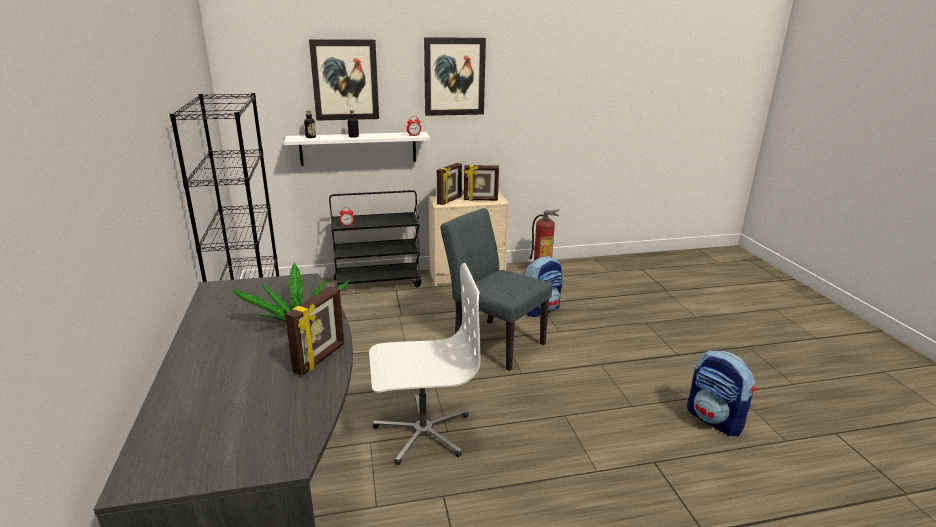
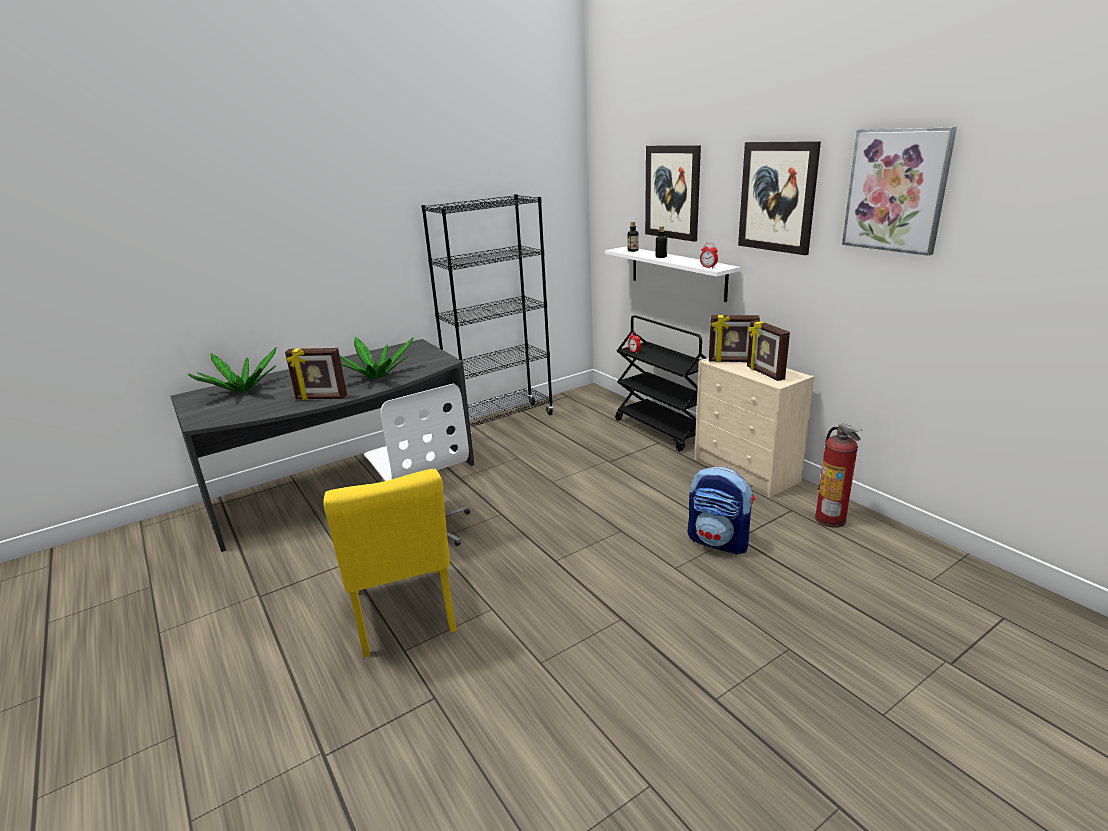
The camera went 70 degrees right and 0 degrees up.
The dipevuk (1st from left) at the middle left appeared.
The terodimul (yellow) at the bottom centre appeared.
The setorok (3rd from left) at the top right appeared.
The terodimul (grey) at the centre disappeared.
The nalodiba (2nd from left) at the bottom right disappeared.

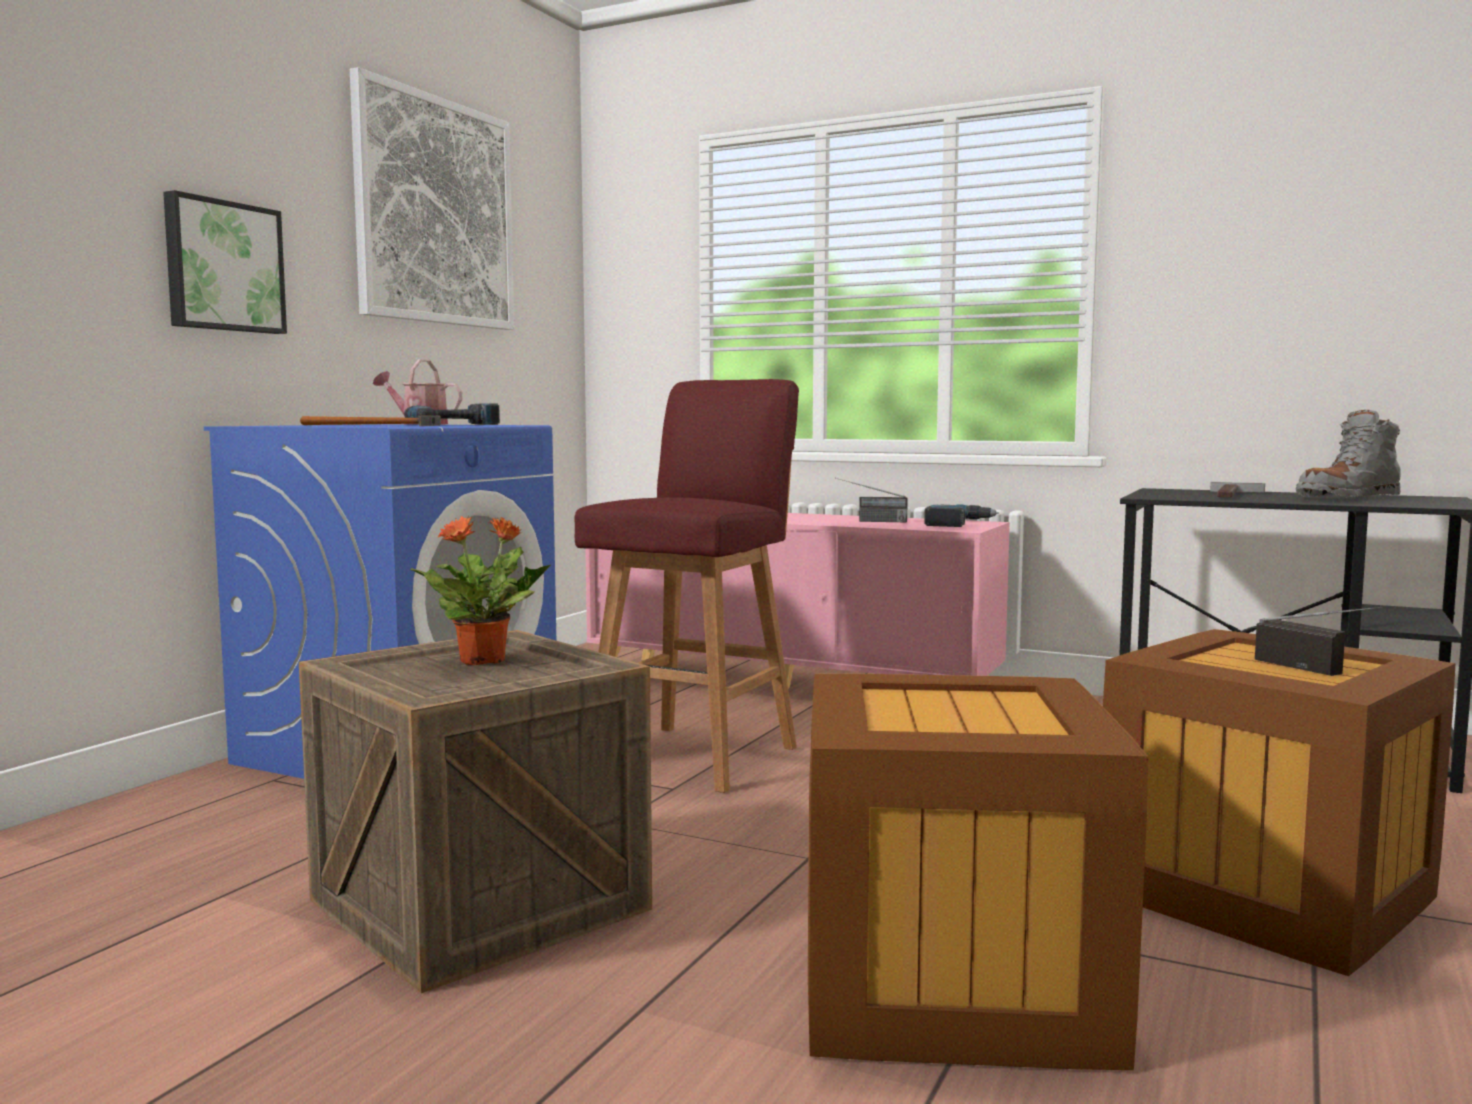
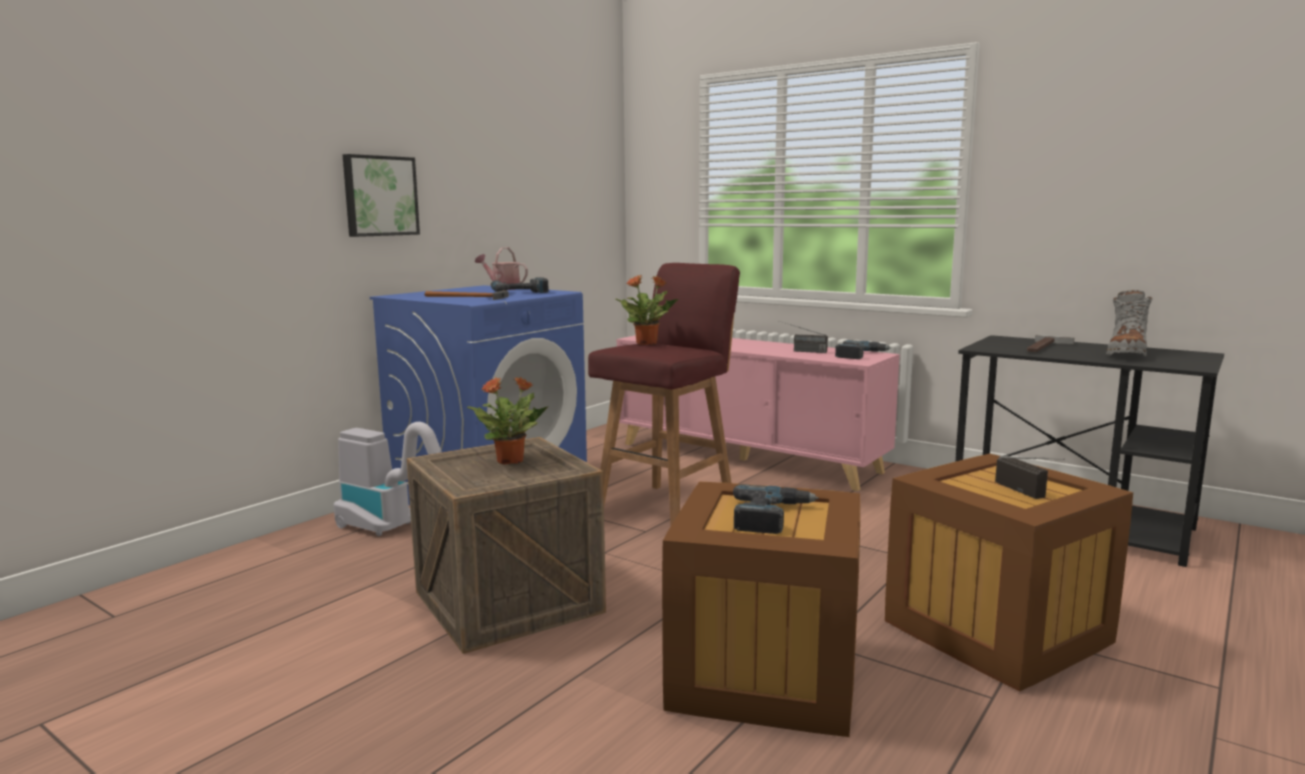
The camera went 10 degrees right and 5 degrees up.
The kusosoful at the middle left appeared.
The dipevuk (2nd from left) at the centre appeared.
The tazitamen (2nd from left) at the centre appeared.
The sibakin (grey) at the middle right turned 45 degrees counterclockwise.
The setorok (2nd from left) at the top left disappeared.

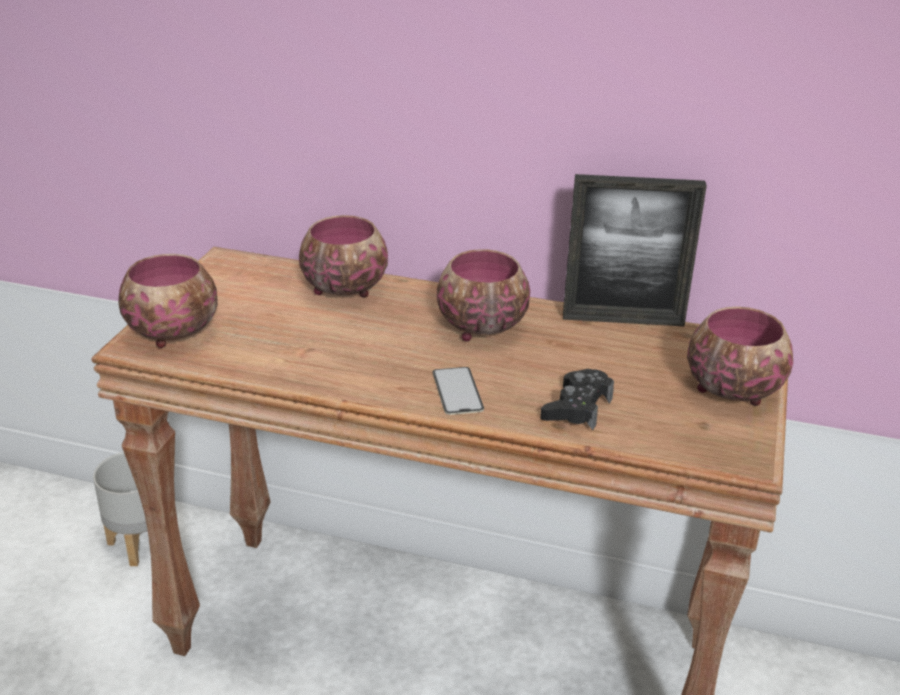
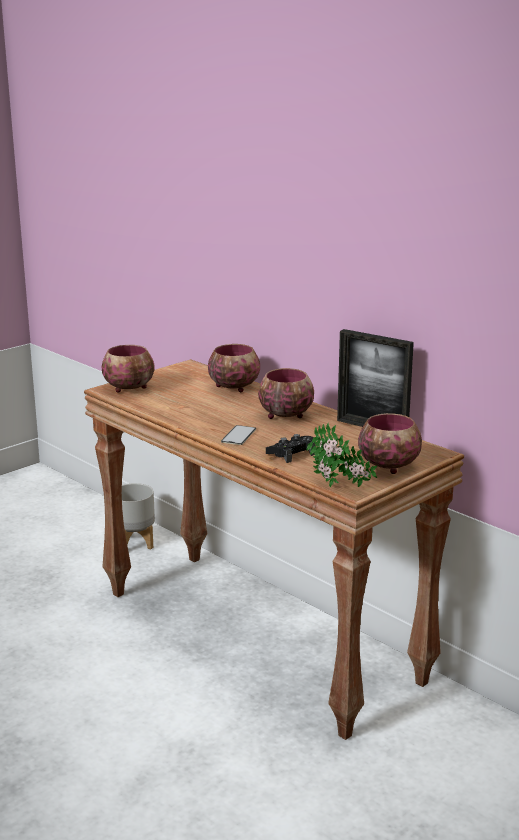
The camera went 30 degrees right and 10 degrees down.
The dipevuk at the centre appeared.

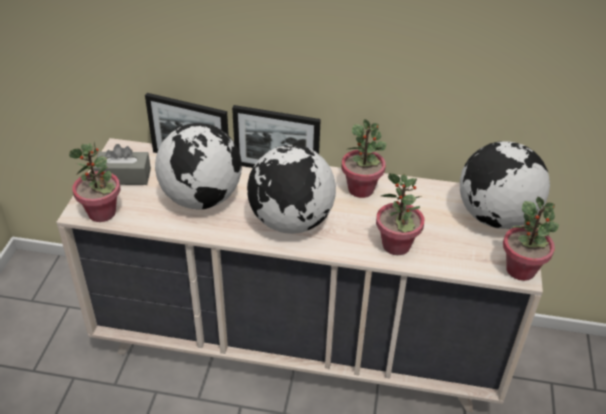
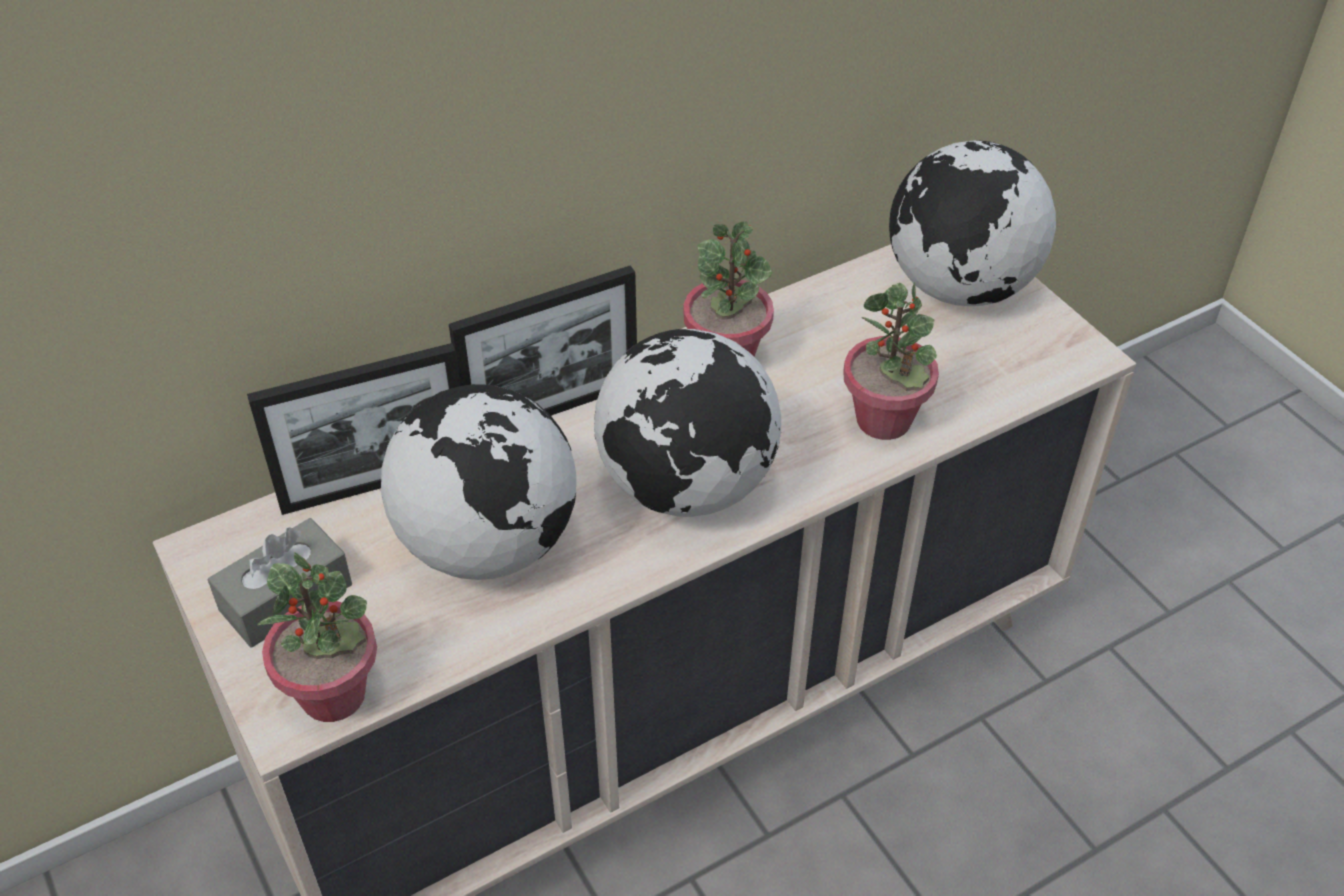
The camera went 40 degrees left and 5 degrees up.
The dipevuk (4th from left) at the middle right disappeared.

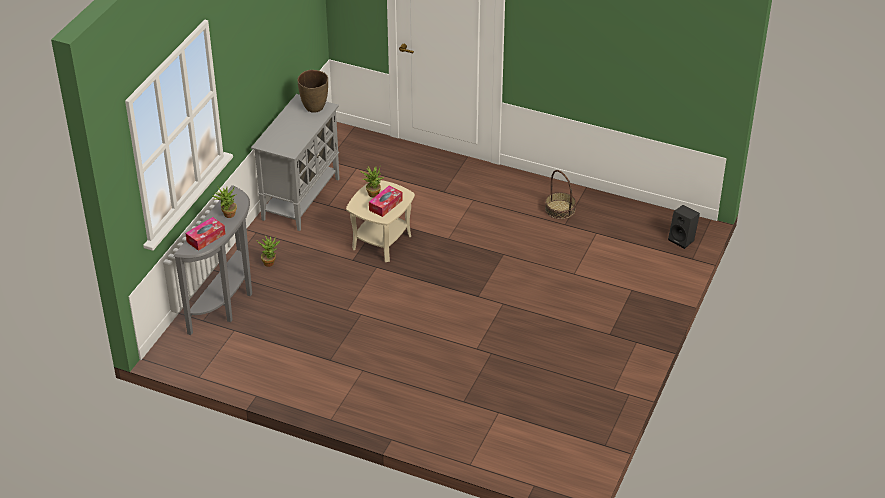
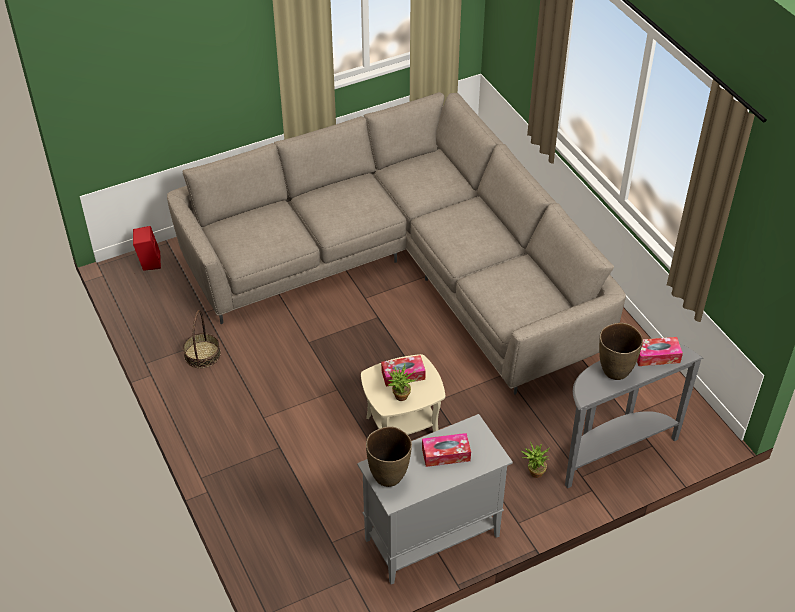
The camera went 140 degrees left and 5 degrees up.
The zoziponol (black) at the middle right became the zoziponol (red) at the middle left.
The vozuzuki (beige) at the centre appeared.
The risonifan (2nd from left) at the bottom centre appeared.
The dipevuk (1st from left) at the middle left was replaced by the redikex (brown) (2nd from left) at the middle right.

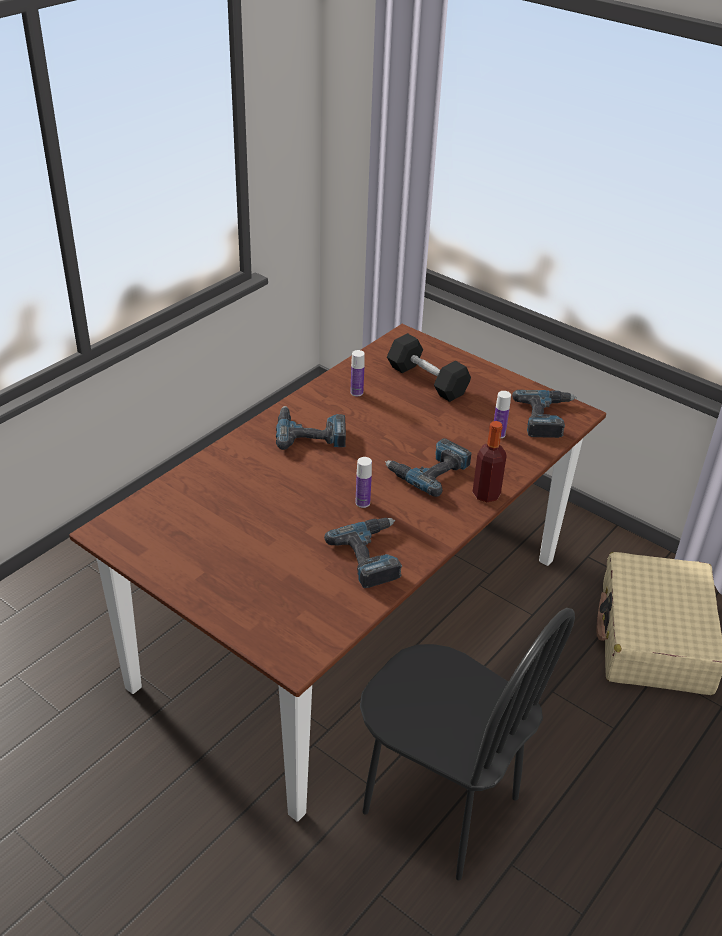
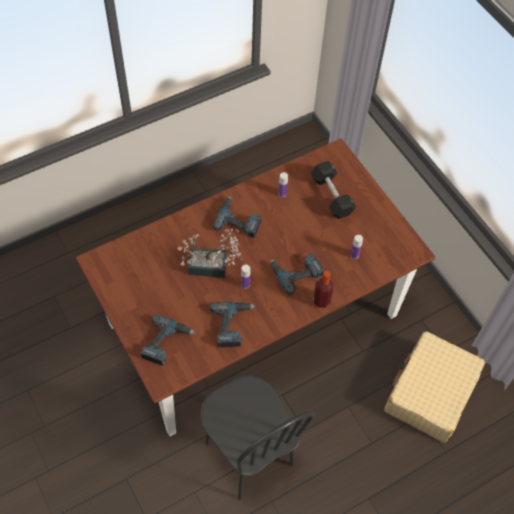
The camera went 20 degrees right and 20 degrees up.
The tazitamen (4th from left in the first image) moved from the middle right to the middle left.
The dipevuk at the centre appeared.

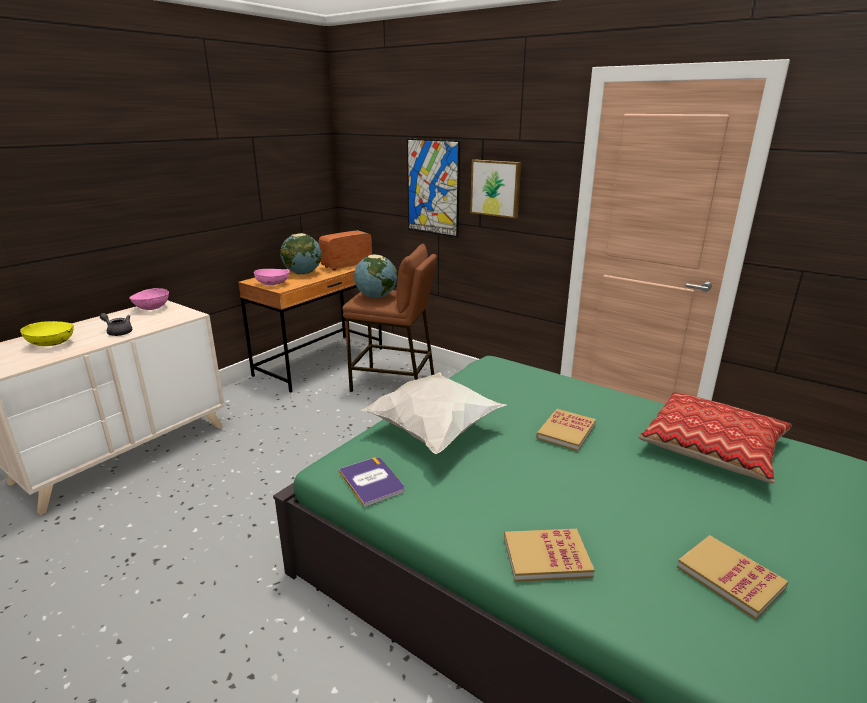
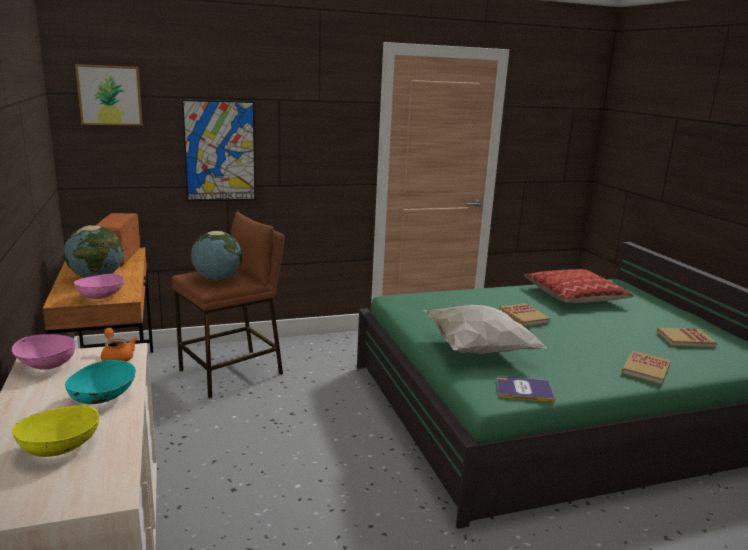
The camera went 55 degrees left and 5 degrees down.
The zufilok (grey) at the middle left was replaced by the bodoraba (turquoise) at the bottom left.
The setorok (2nd from left in the first image) moved from the top centre to the top left.
The zufilok (orange) at the middle left appeared.

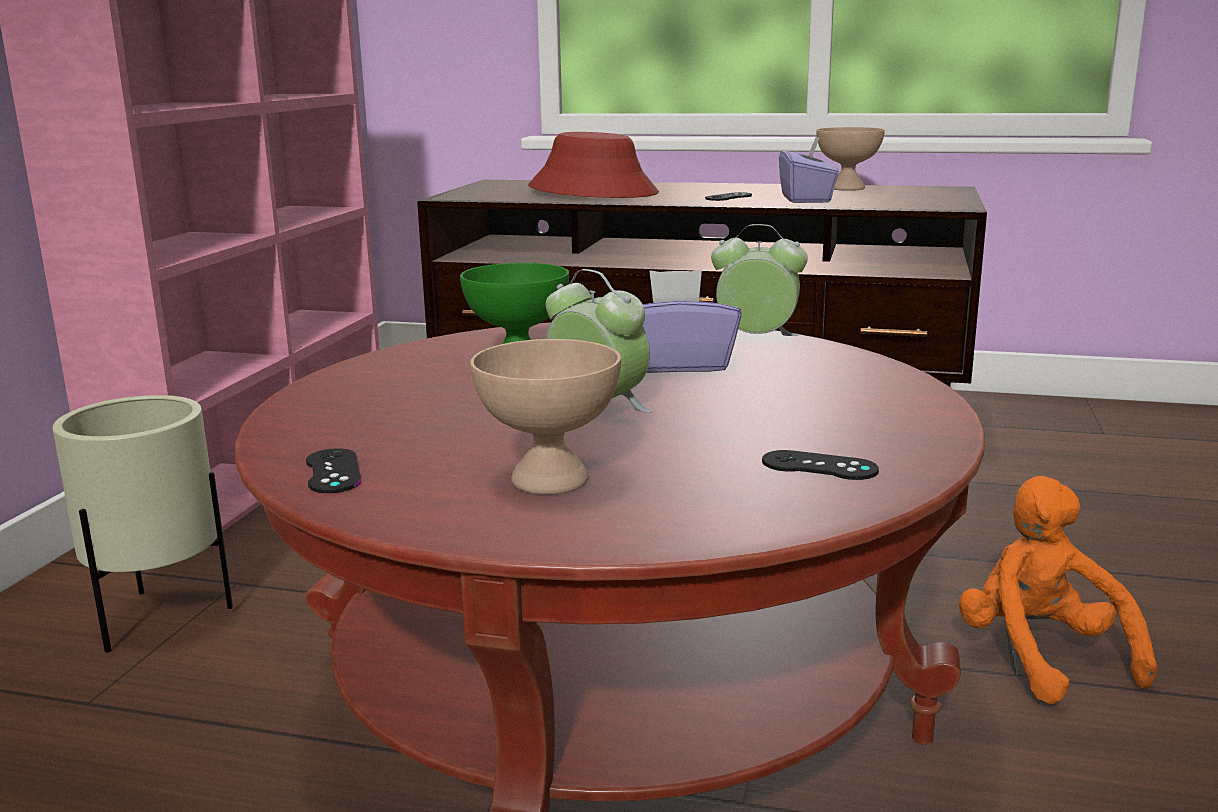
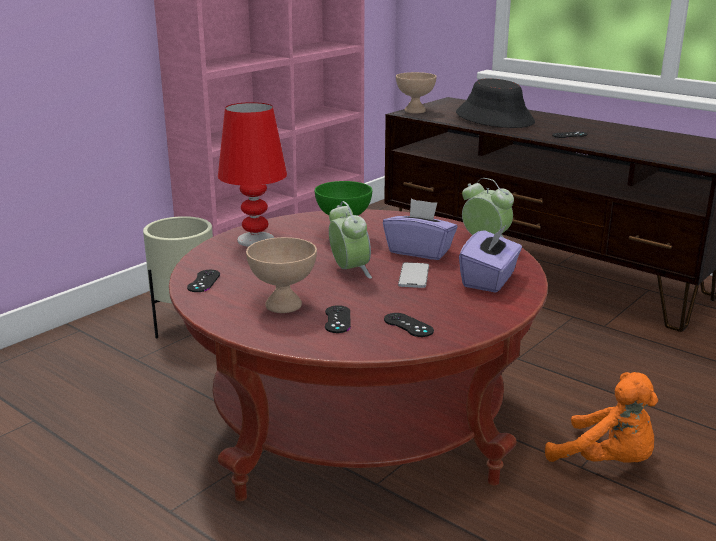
The camera went 25 degrees right and 5 degrees up.
The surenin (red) at the top centre appeared.
The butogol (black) (2nd from left) at the centre appeared.
The bodoraba (beige) (2nd from left) moved from the top right to the top centre.
The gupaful at the centre appeared.
The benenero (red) at the top centre became the benenero (black) at the top right.
The risonifan (purple) (2nd from left) moved from the top centre to the middle right.
The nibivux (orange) at the bottom right turned 120 degrees clockwise.

